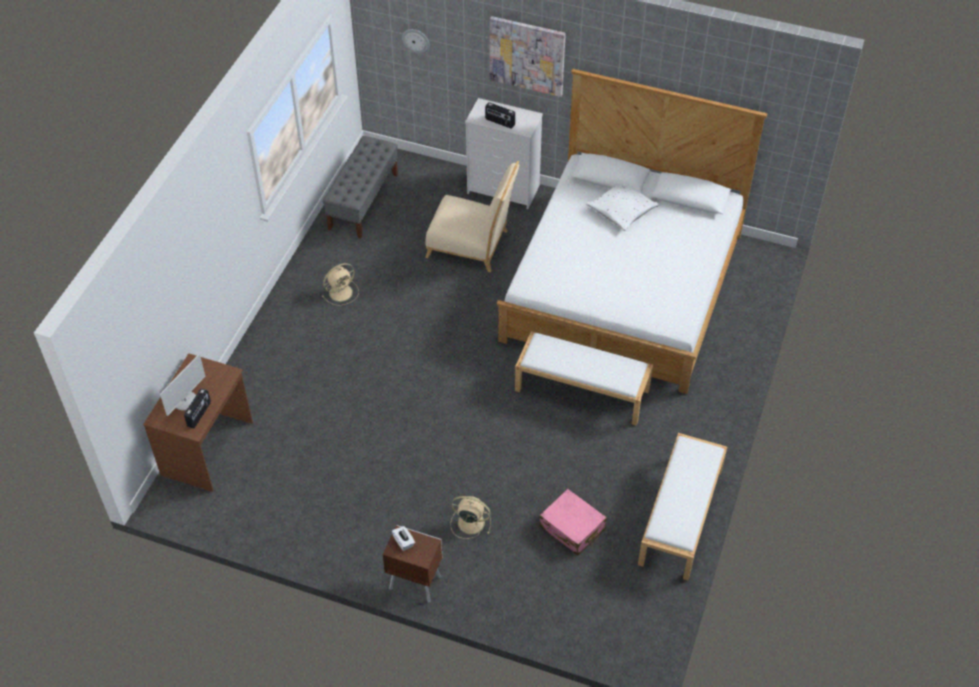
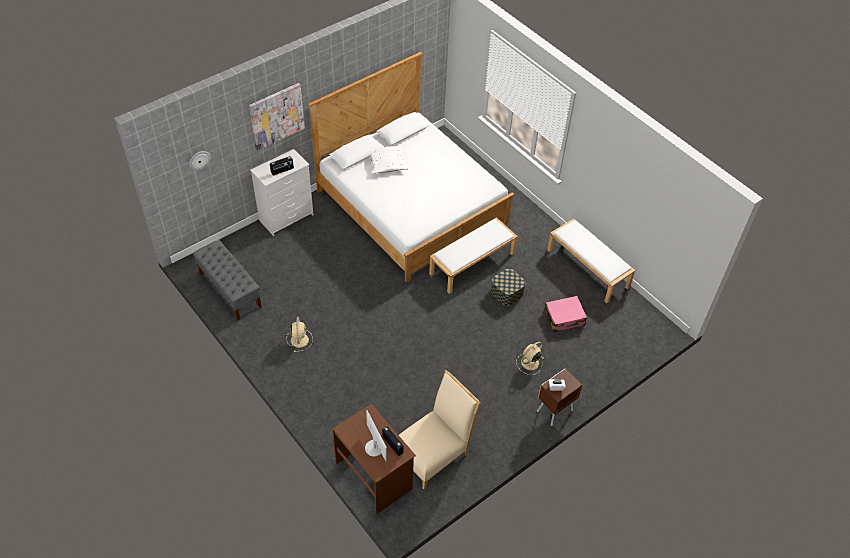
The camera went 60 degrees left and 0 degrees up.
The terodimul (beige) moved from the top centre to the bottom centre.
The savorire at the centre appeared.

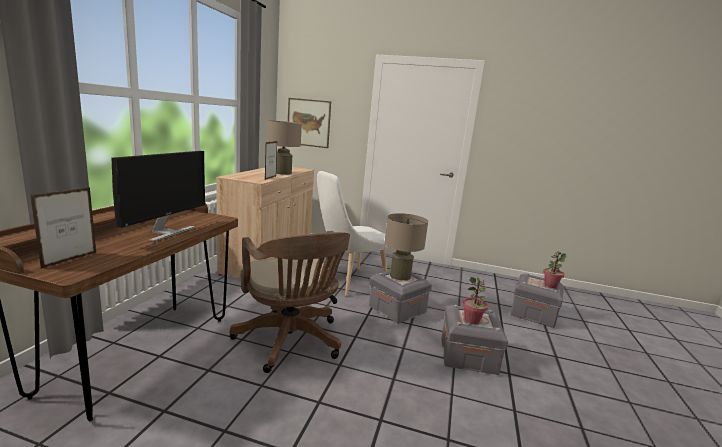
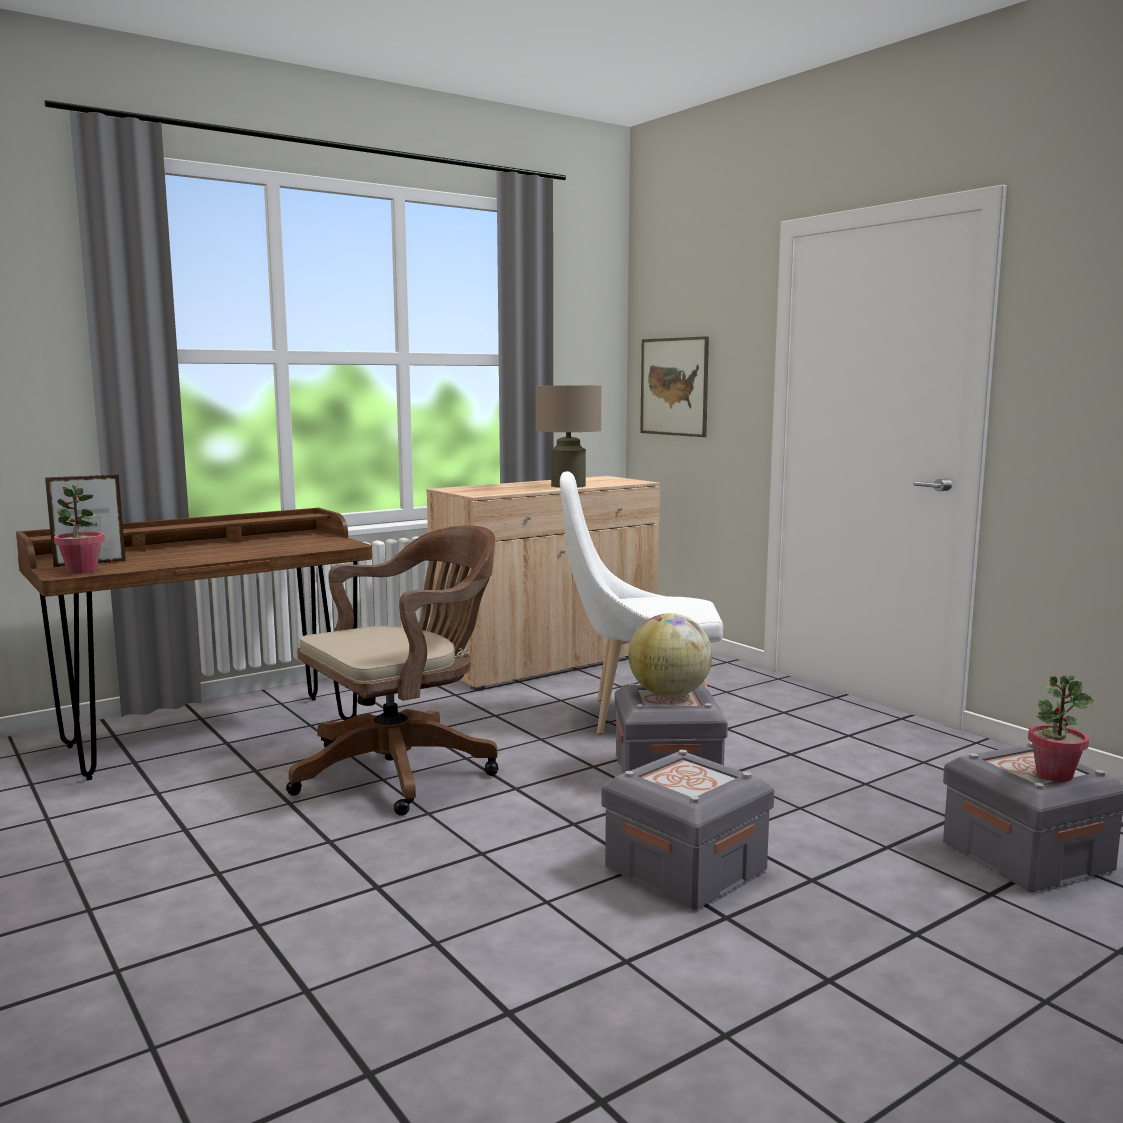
The camera went 40 degrees right and 5 degrees down.
The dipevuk (1st from left) moved from the bottom centre to the middle left.
The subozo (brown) at the bottom centre turned 135 degrees counterclockwise.
The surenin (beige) (2nd from left) at the centre was replaced by the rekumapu at the centre.
The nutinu at the middle left disappeared.
The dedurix (2nd from left) at the centre disappeared.

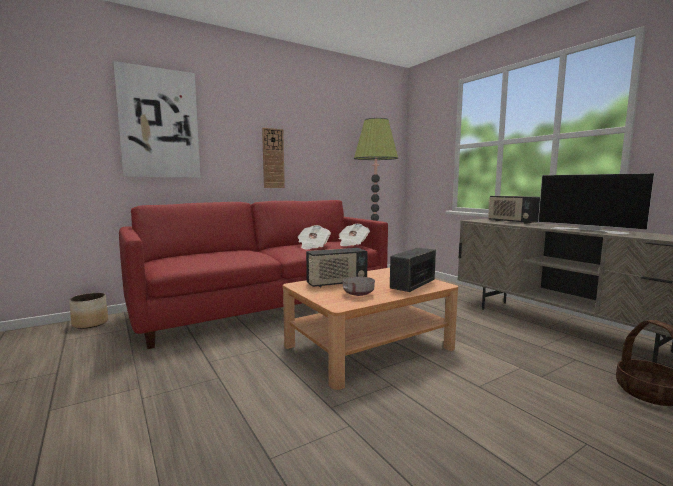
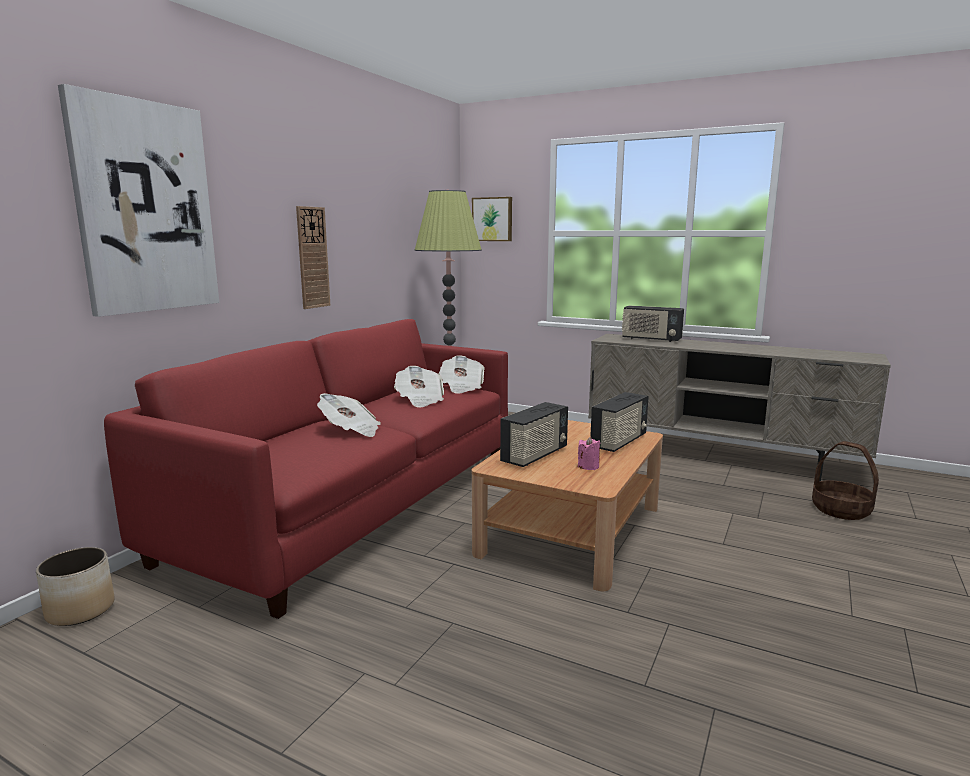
The camera went 30 degrees left and 5 degrees up.
The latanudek (1st from left) at the centre appeared.
The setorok (2nd from left) at the top centre appeared.
The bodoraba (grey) at the centre was replaced by the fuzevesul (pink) at the centre.
The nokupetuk (2nd from left) at the centre turned 150 degrees counterclockwise.
The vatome at the middle right disappeared.

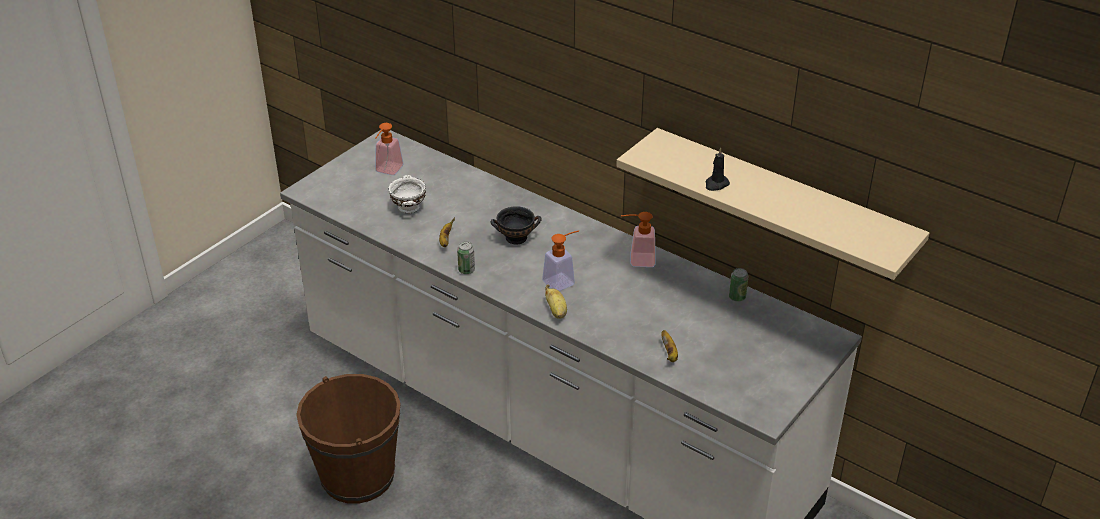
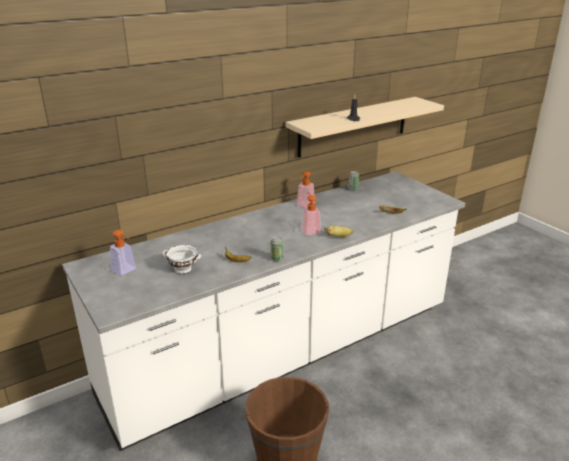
The camera went 70 degrees left and 10 degrees down.
The bodoraba (black) at the centre disappeared.

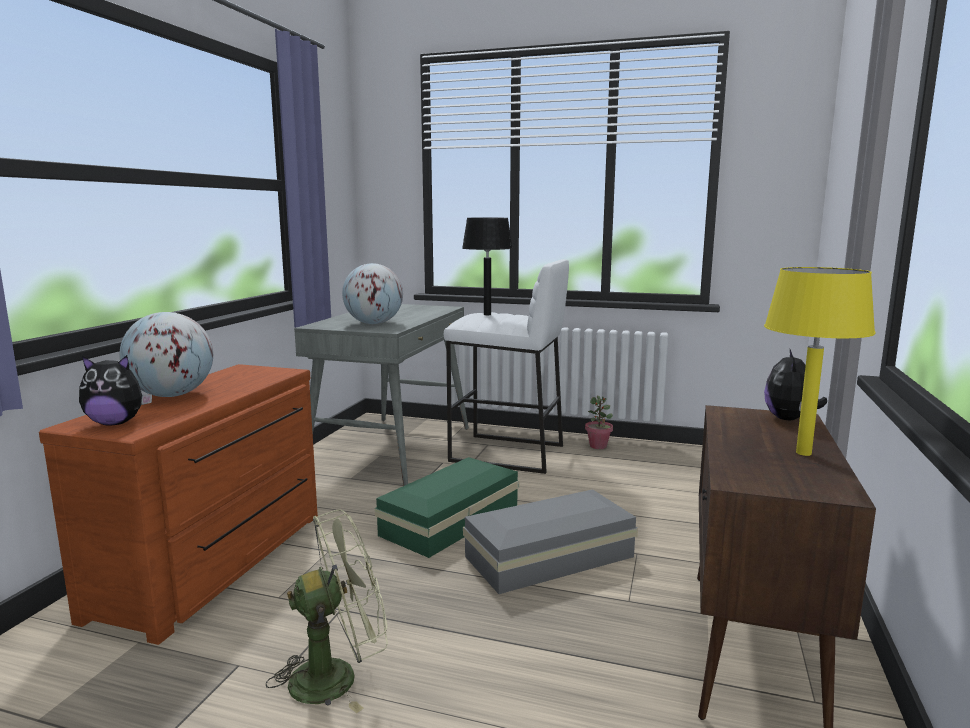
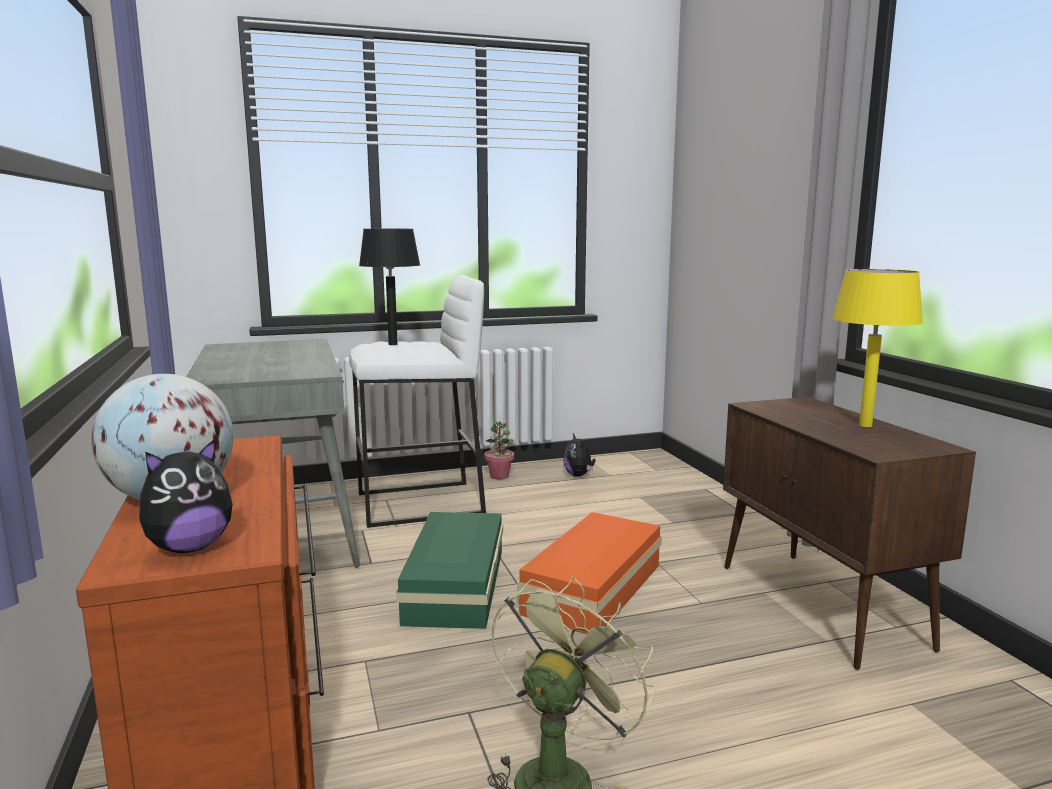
The camera went 35 degrees left and 0 degrees up.
The savorire (grey) at the bottom centre became the savorire (orange) at the bottom centre.
The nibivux (2nd from left) moved from the middle right to the centre.
The rekumapu (2nd from left) at the centre disappeared.

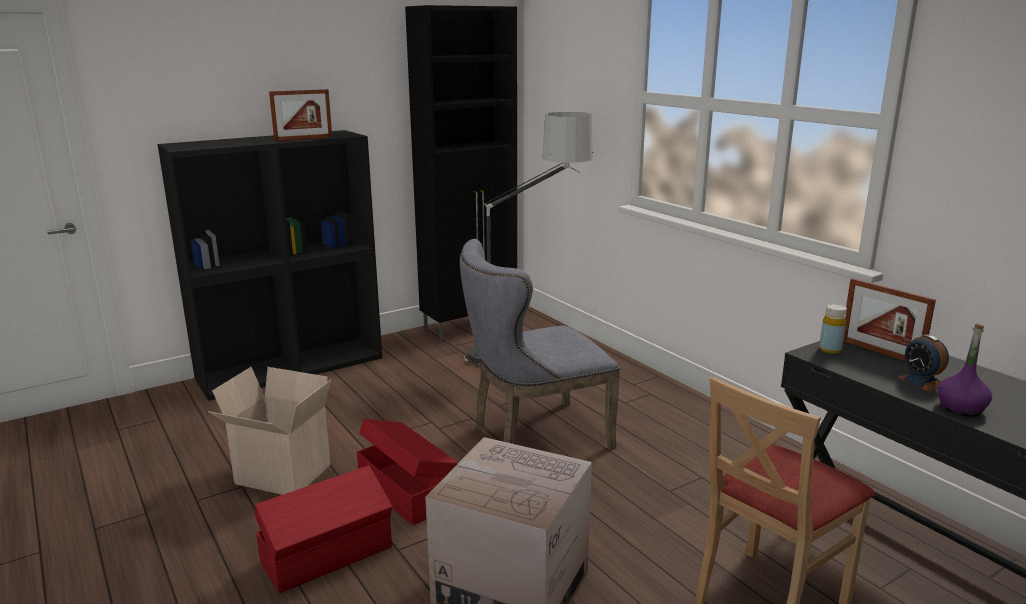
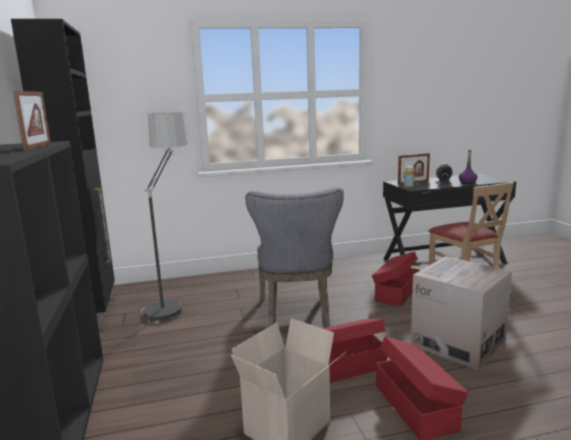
The camera went 70 degrees left and 5 degrees down.
The savorire (red) (2nd from left) at the middle right appeared.

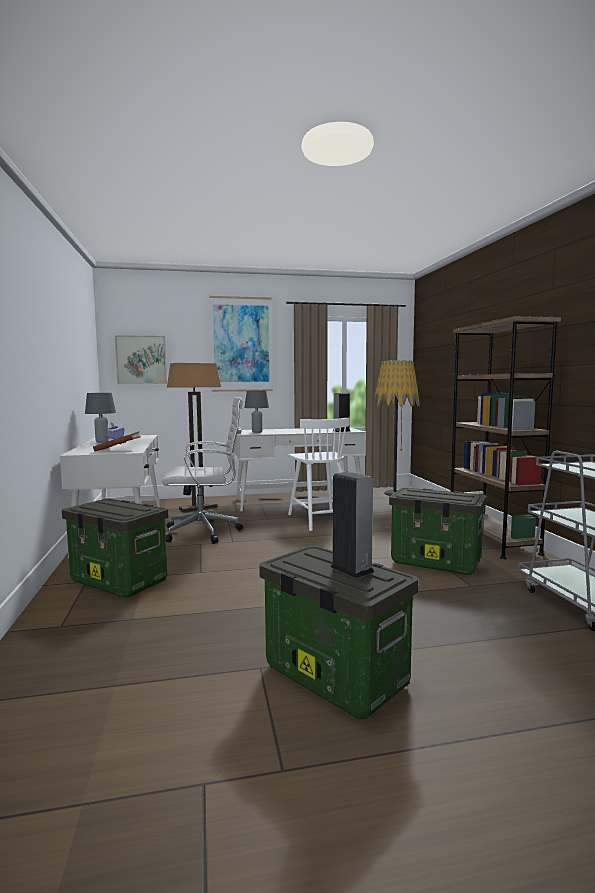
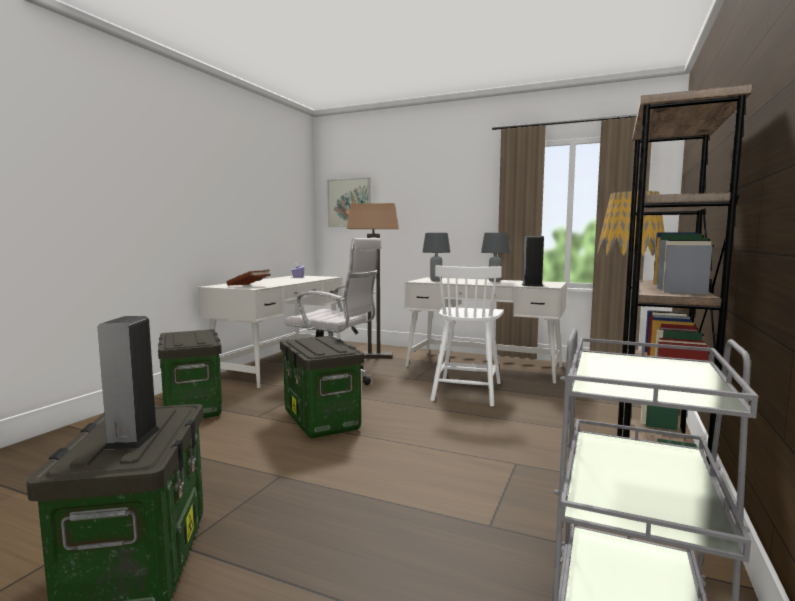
The camera went 35 degrees right and 0 degrees up.
The savorire (3rd from left) moved from the middle right to the centre.
The surenin (grey) (1st from left in the first image) moved from the middle left to the centre.
The setorok (2nd from left) at the centre disappeared.

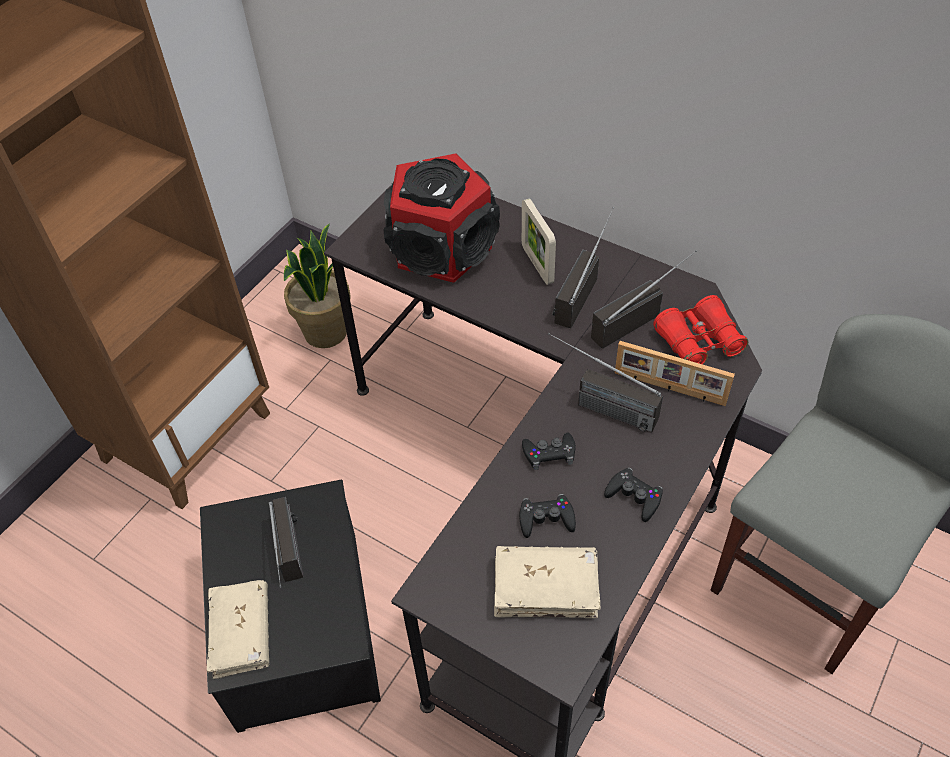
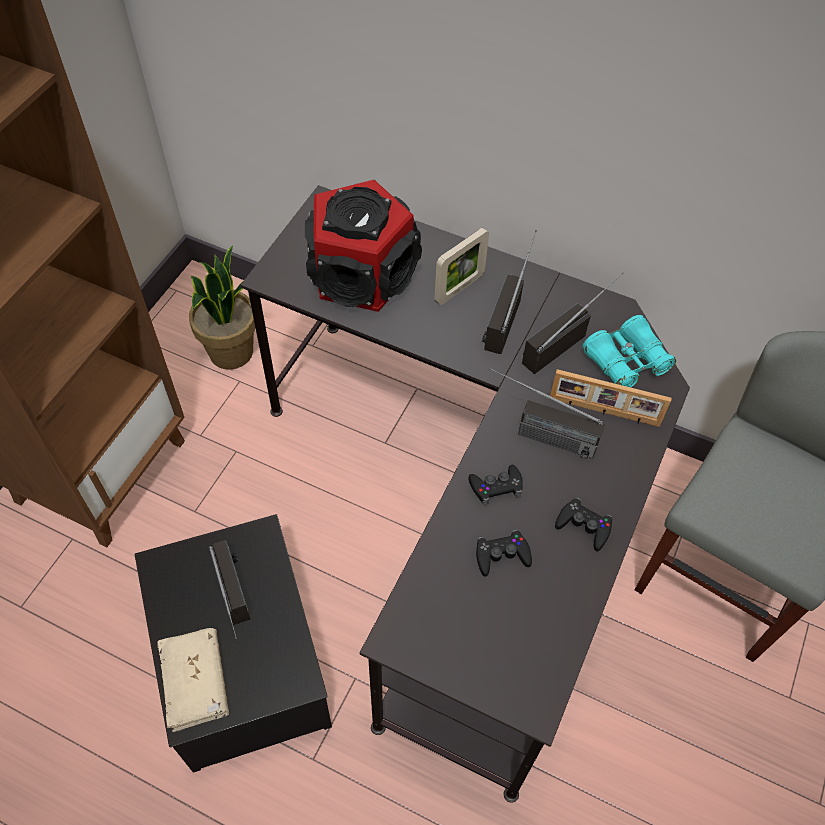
The camera went 10 degrees left and 5 degrees up.
The dedurix (1st from left) at the top centre turned 105 degrees counterclockwise.
The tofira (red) at the middle right became the tofira (turquoise) at the middle right.
The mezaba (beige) (2nd from left) at the bottom centre disappeared.

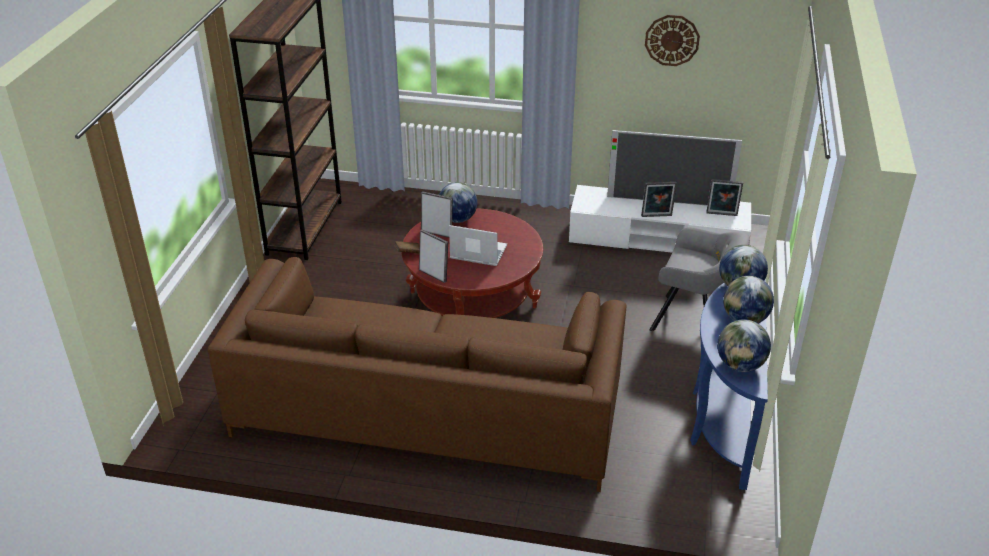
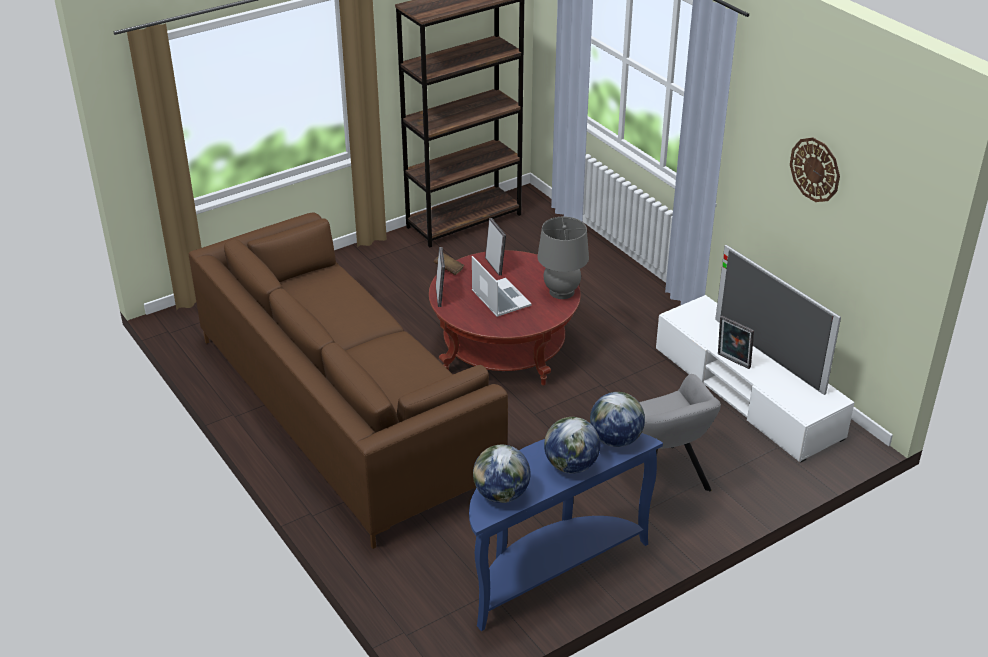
The camera went 45 degrees right and 0 degrees up.
The surenin (grey) at the centre appeared.
The rekumapu (1st from left) at the centre disappeared.
The dedurix (4th from left) at the middle right disappeared.

